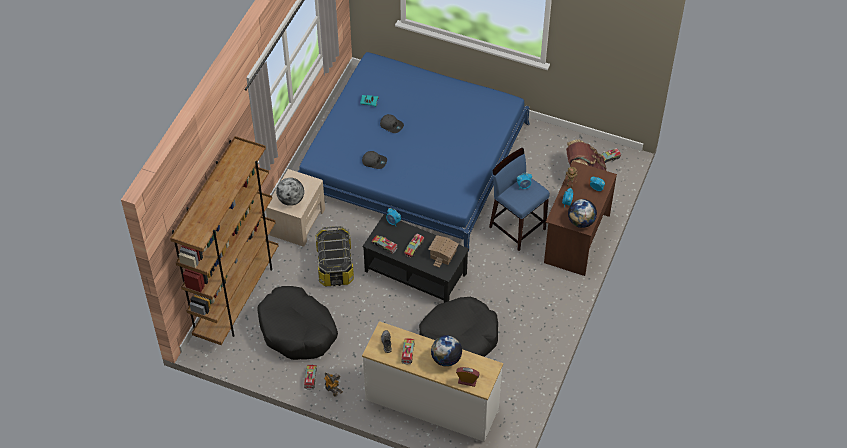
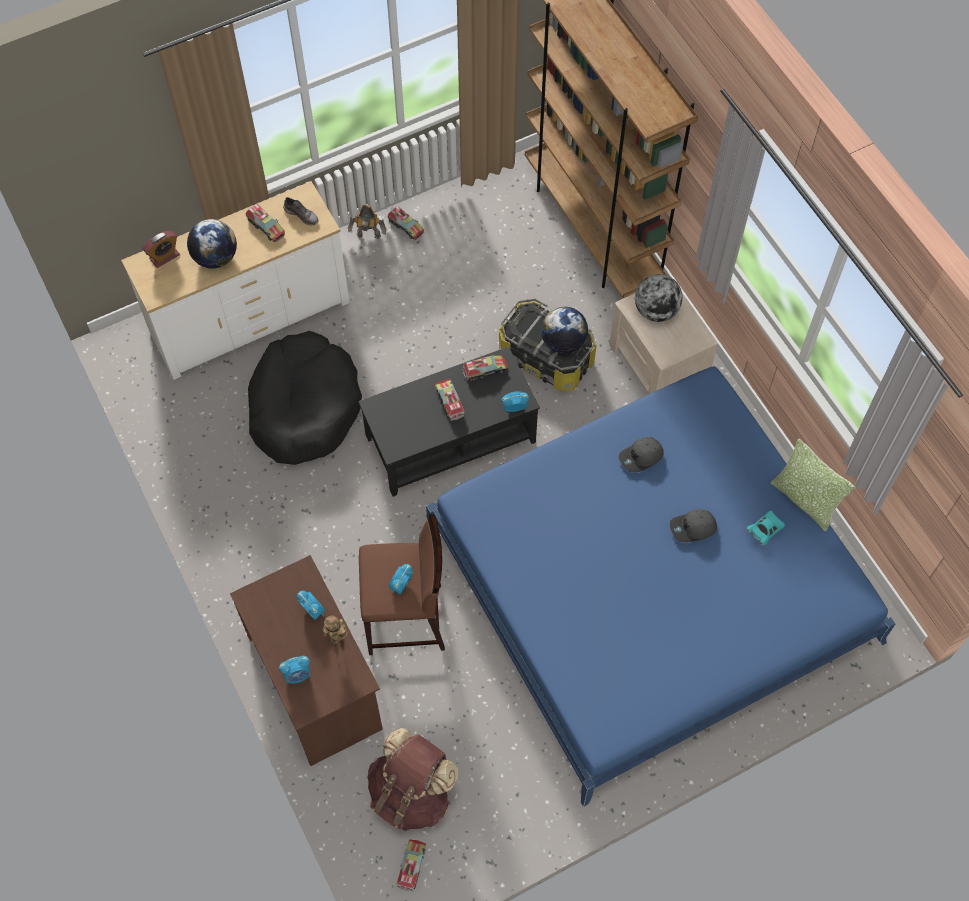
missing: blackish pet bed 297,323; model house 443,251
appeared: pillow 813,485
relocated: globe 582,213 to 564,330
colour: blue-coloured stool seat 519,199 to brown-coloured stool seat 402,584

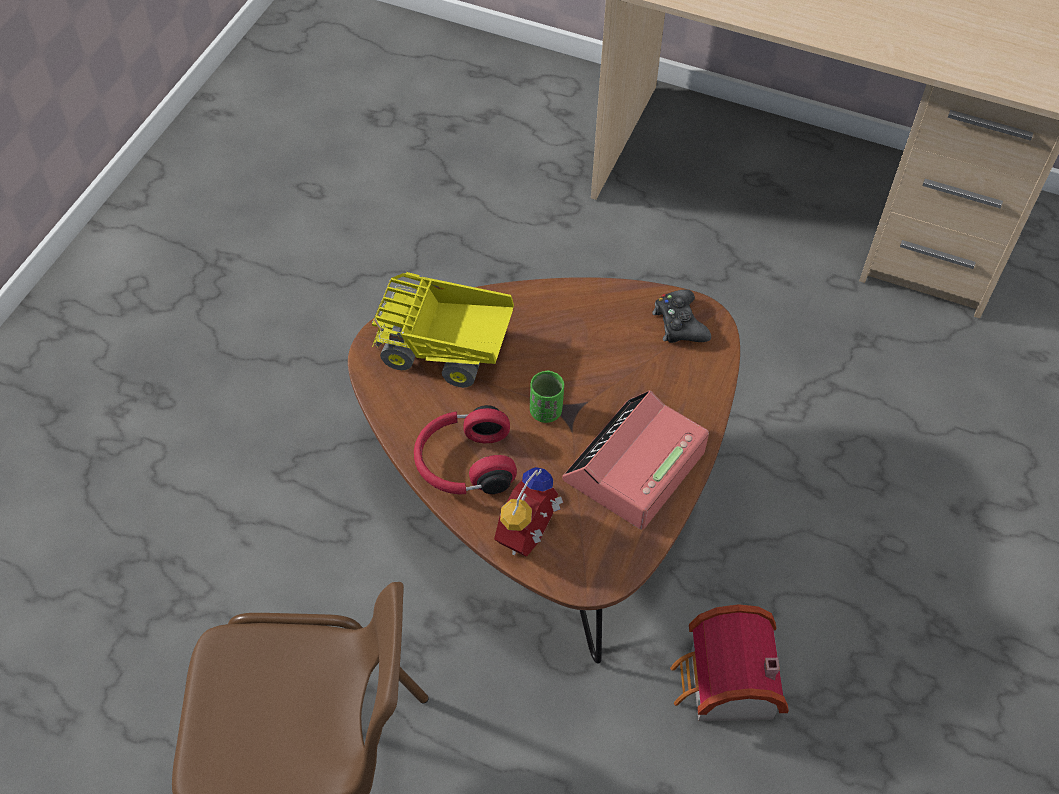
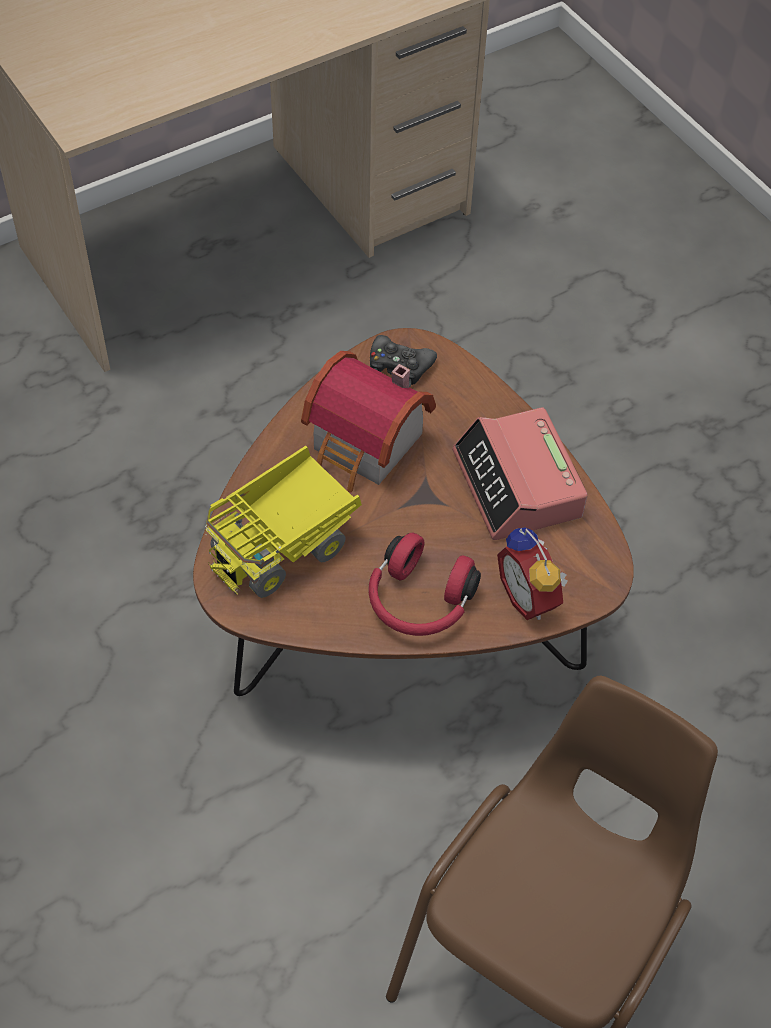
missing: green small cup 547,396
relocated: model house 729,662 to 368,421

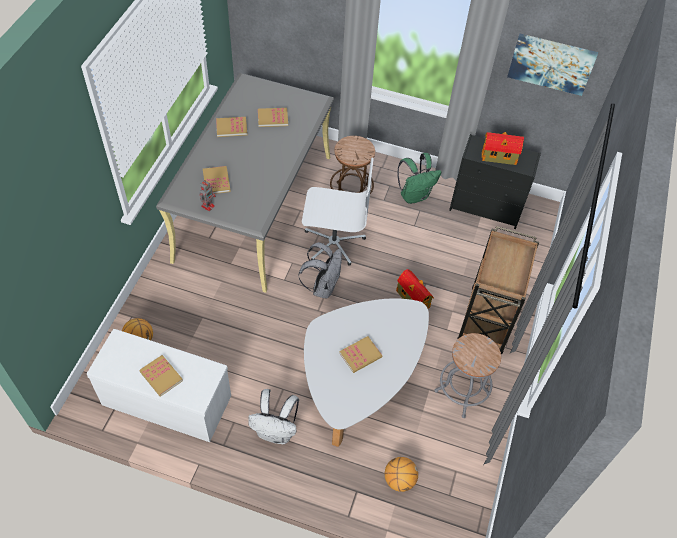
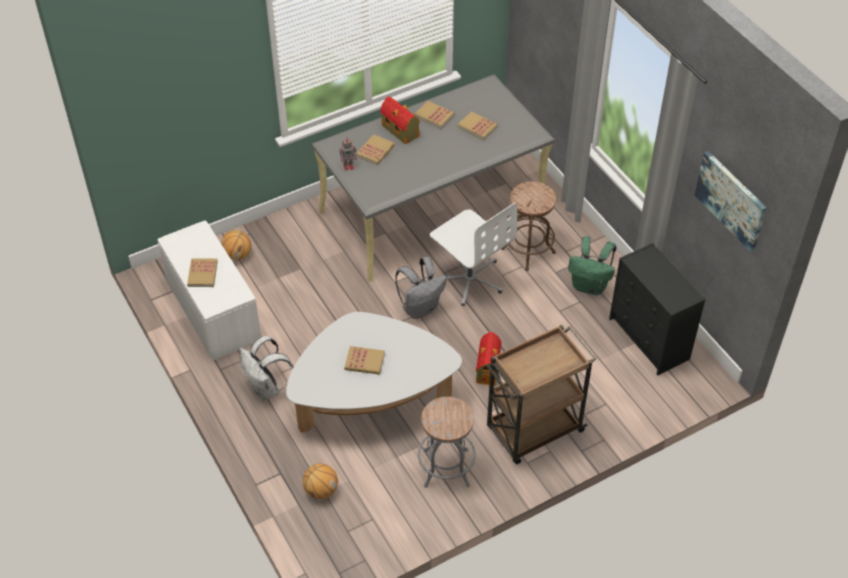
relocated: model house 503,148 to 400,120

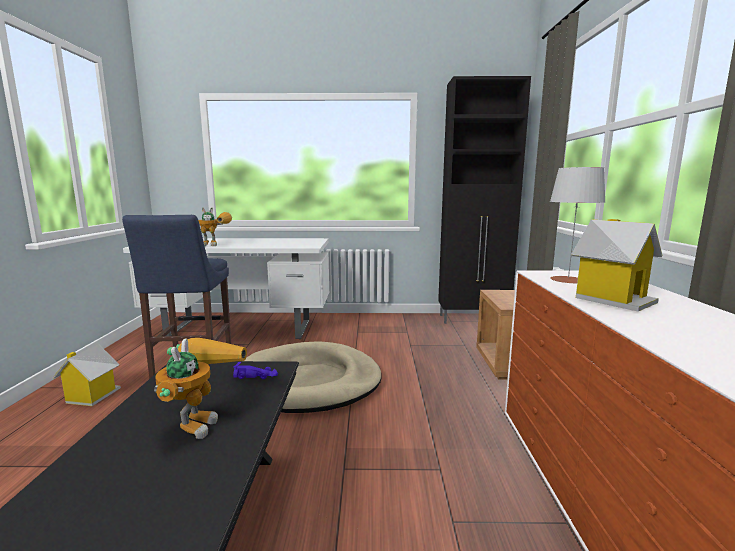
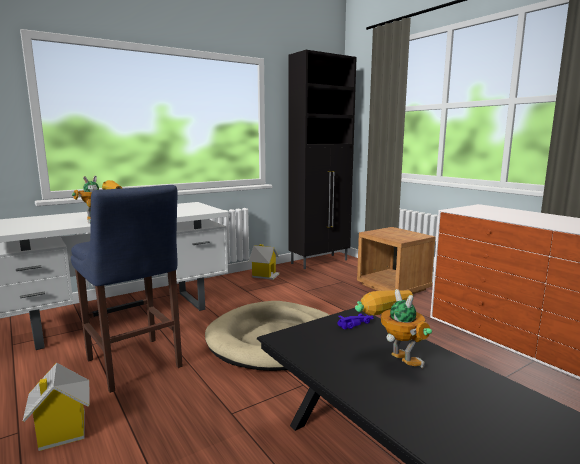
missing: grey lamp for a table 578,225
relocated: model house 616,265 to 264,262

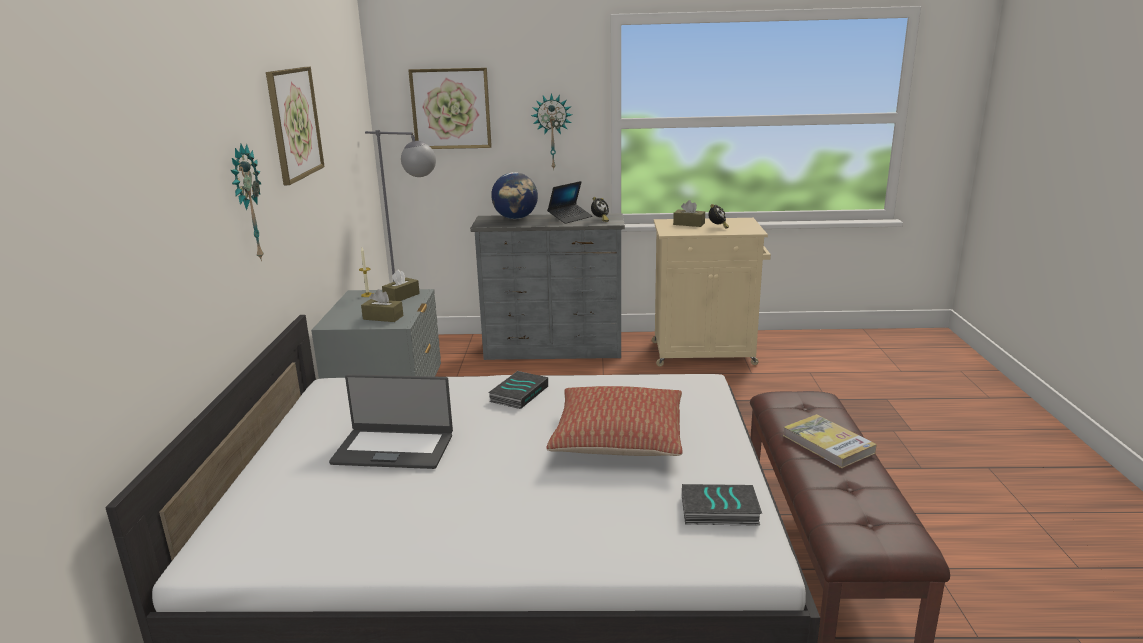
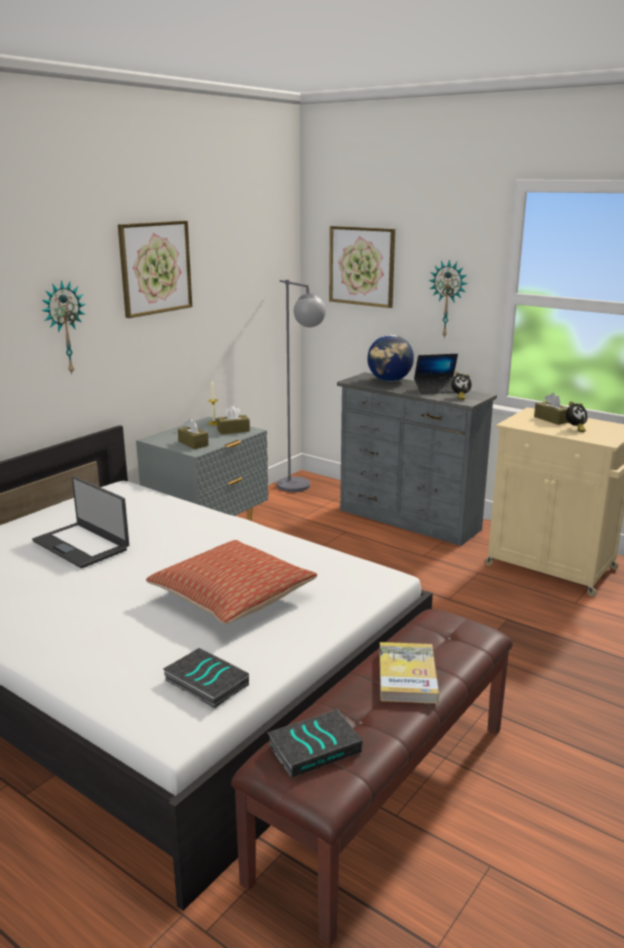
relocated: volume 518,390 to 315,743

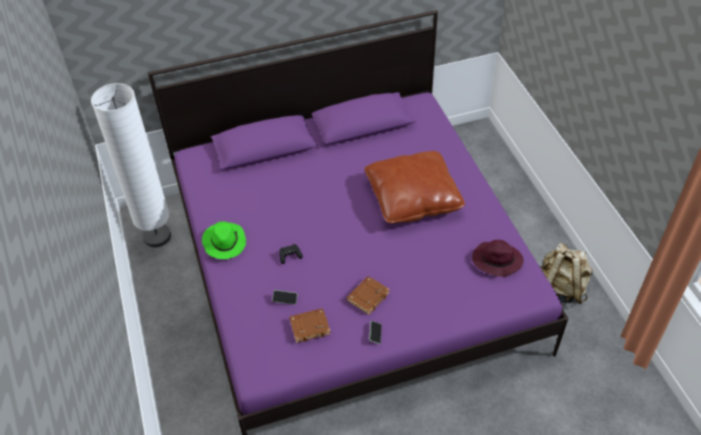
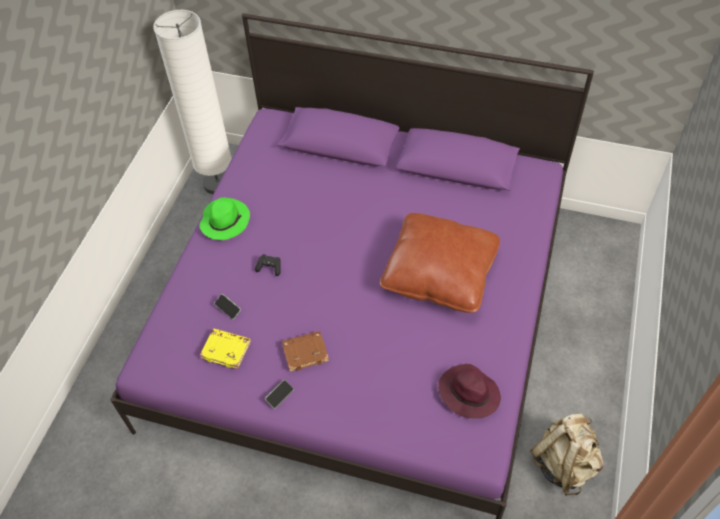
colour: brown-coloured volume 310,325 to yellowish volume 225,349

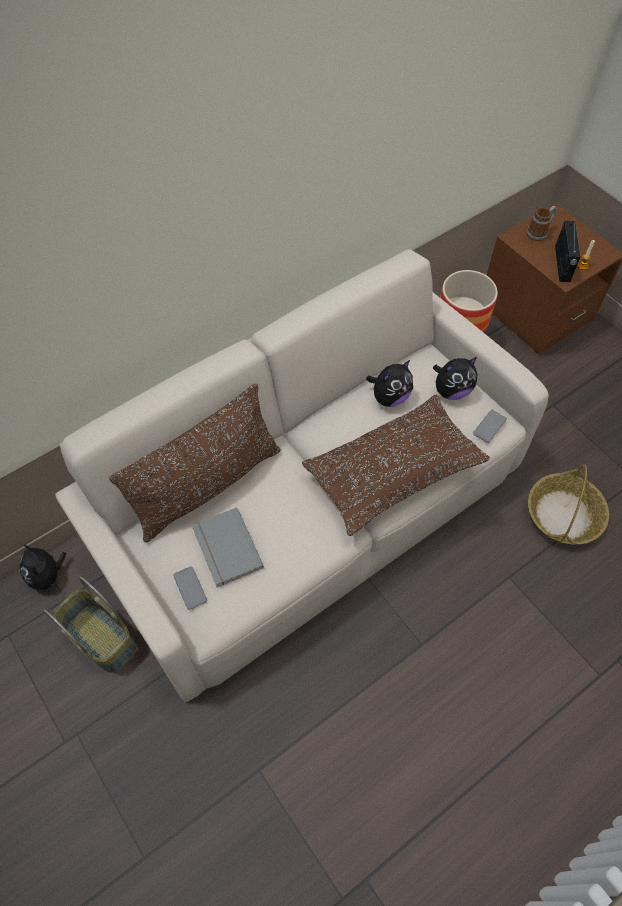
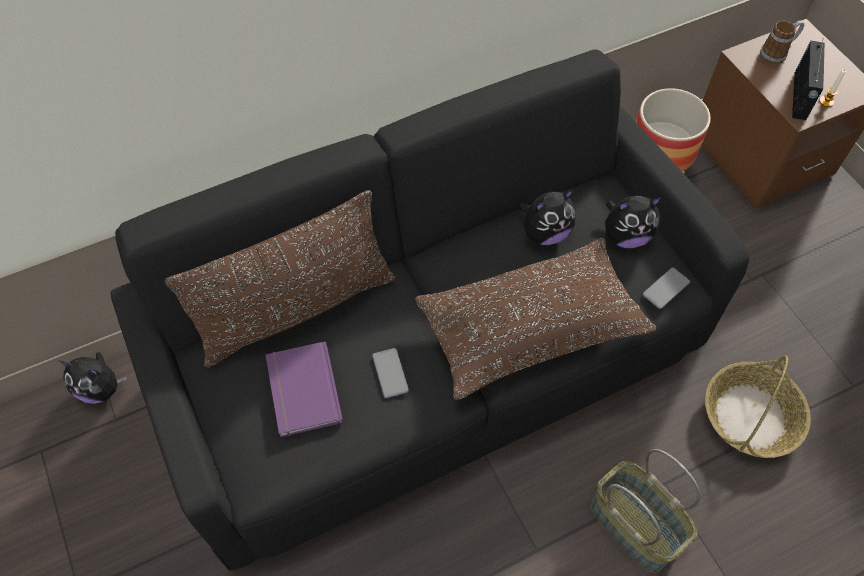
relocated: storage basket 90,625 to 646,511; telephone 190,588 to 390,373
colour: sand-coloured sofa 302,476 to blackish sofa 430,310; grey volume 228,547 to purplish volume 304,389
spun: soft toy 42,567 = 93,378 60 degrees counterclockwise

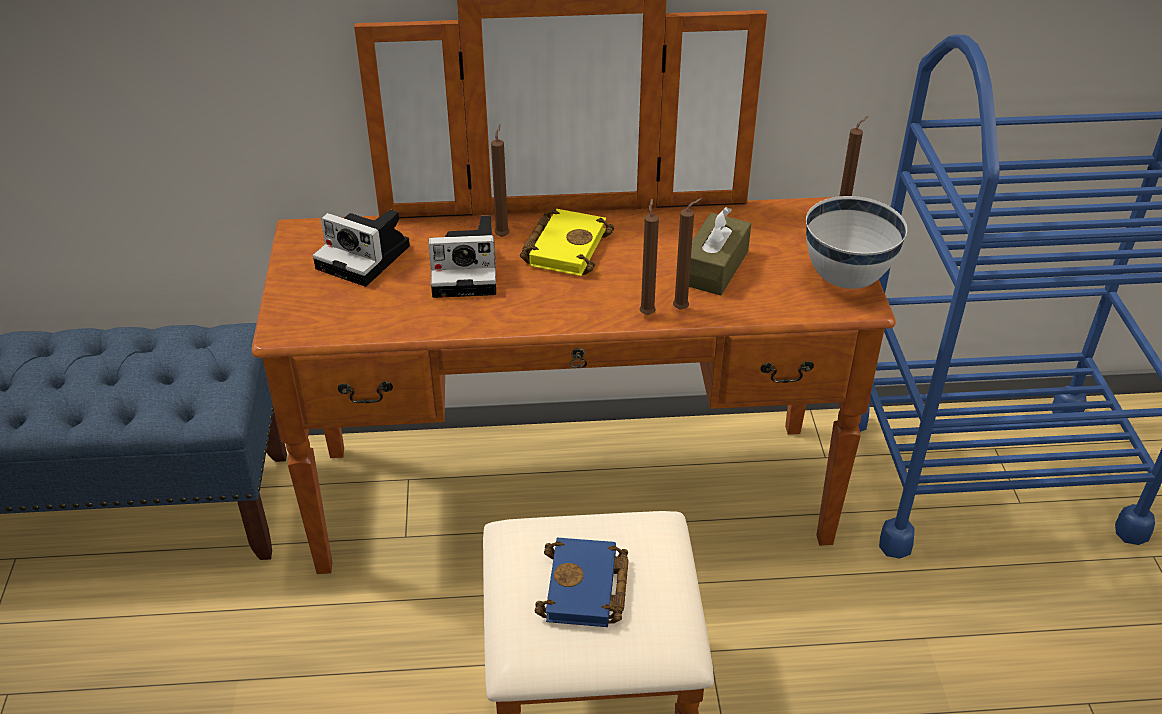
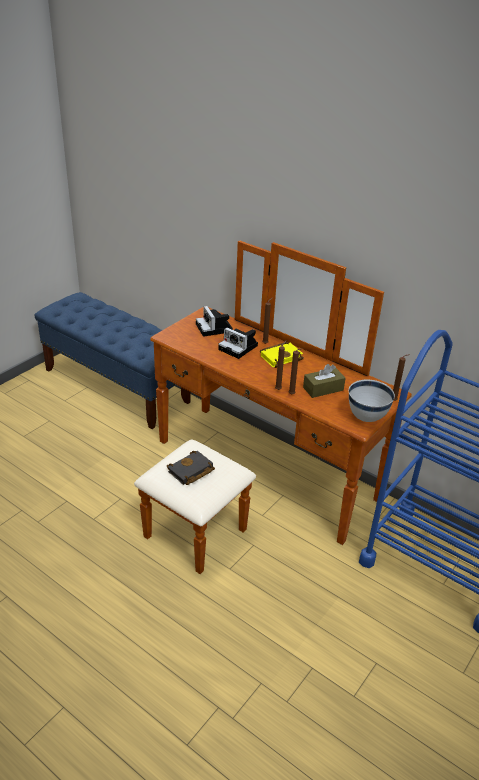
colour: blue-coloured volume 582,582 to blackish volume 191,468

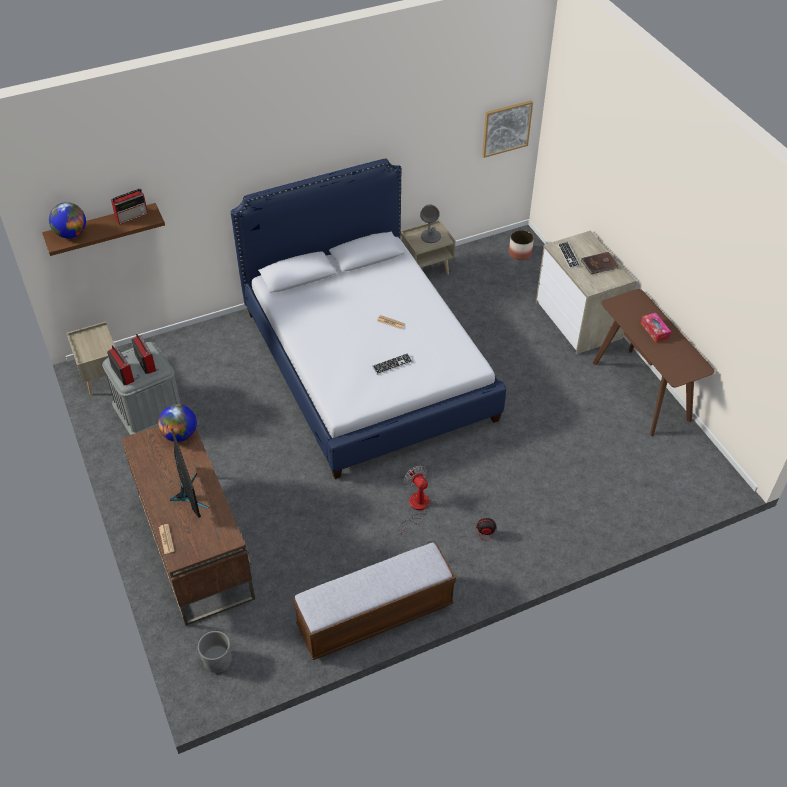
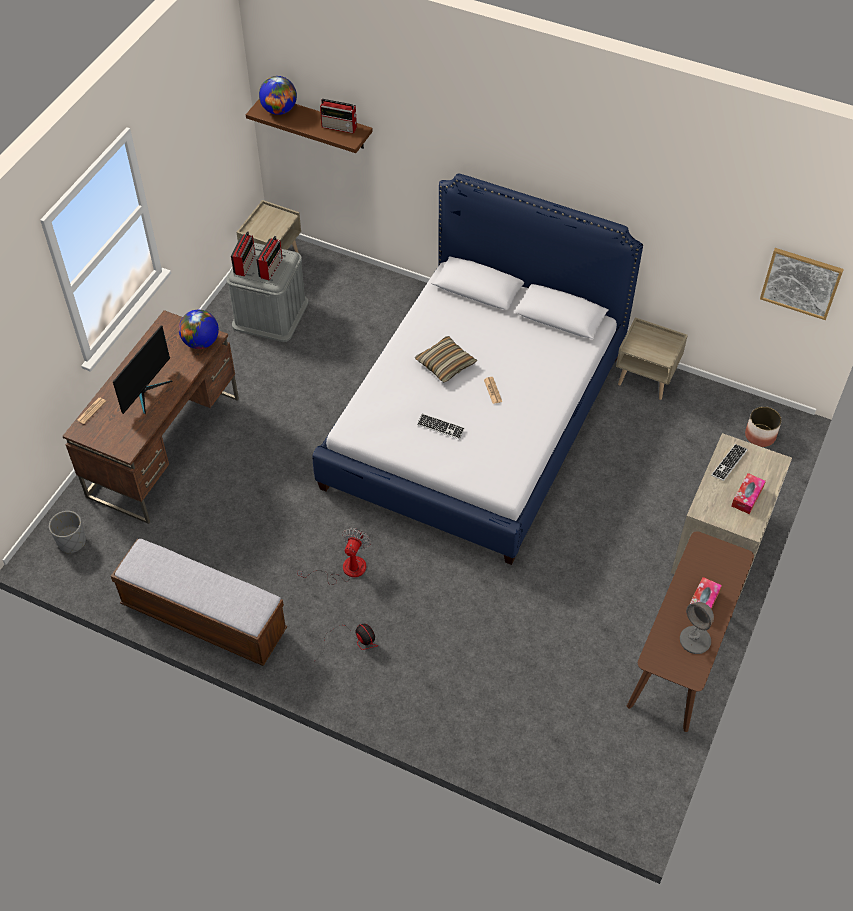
appeared: pillow 446,359
relocated: grey lamp for a table 430,224 to 697,628
exchanged: brown-coloured volume 600,263 to box of tissues 748,493

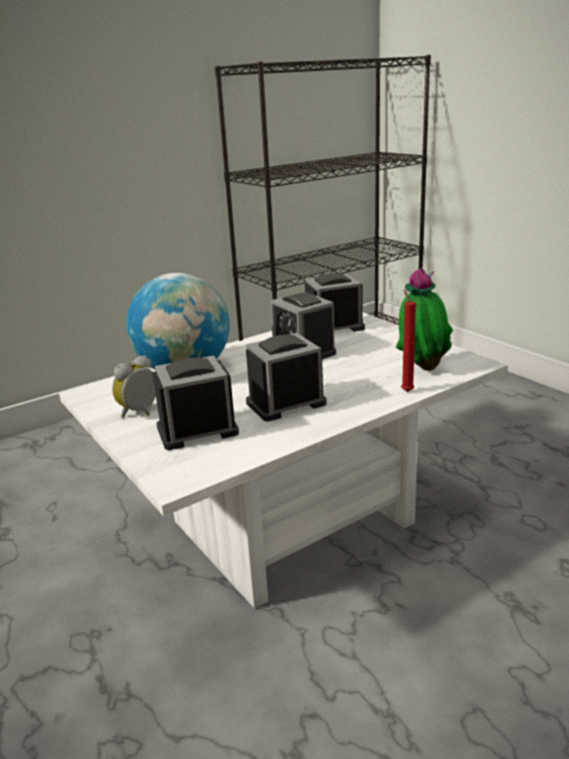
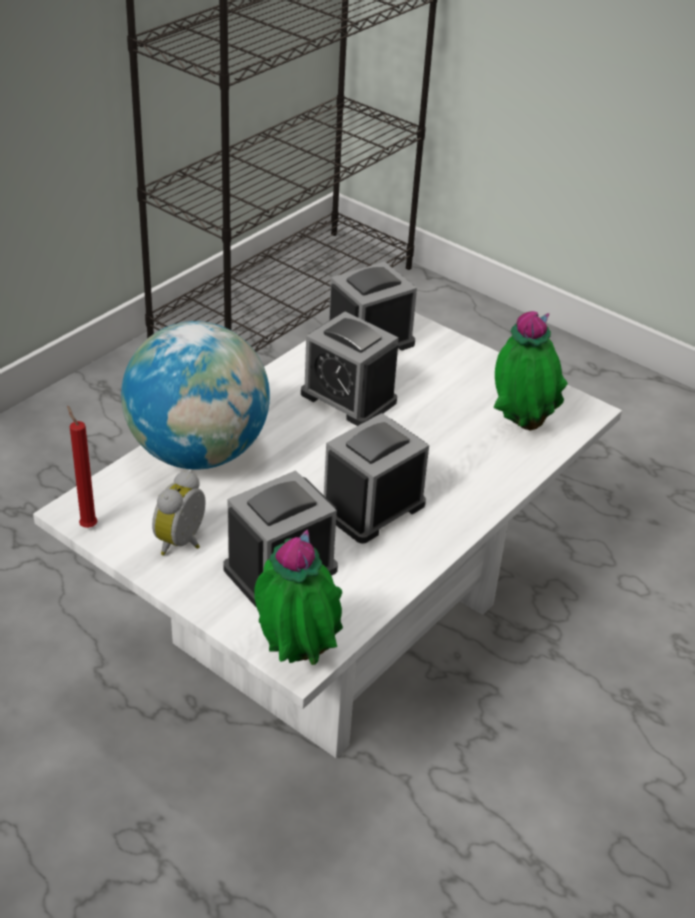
appeared: plant in a pot 298,597
relocated: red-coloured candle 408,341 to 82,466

